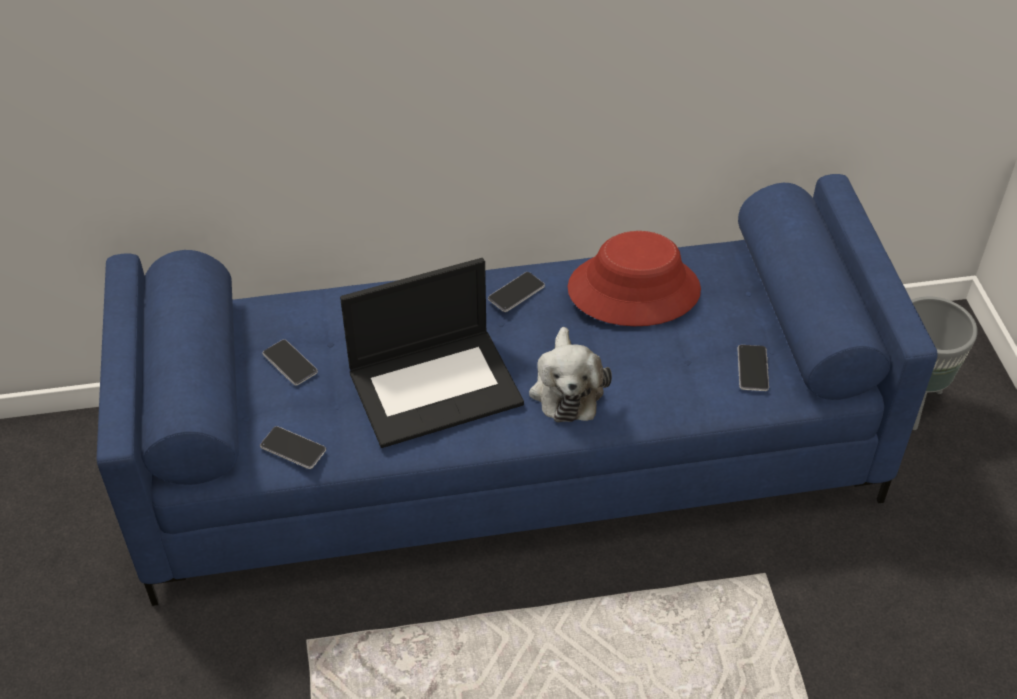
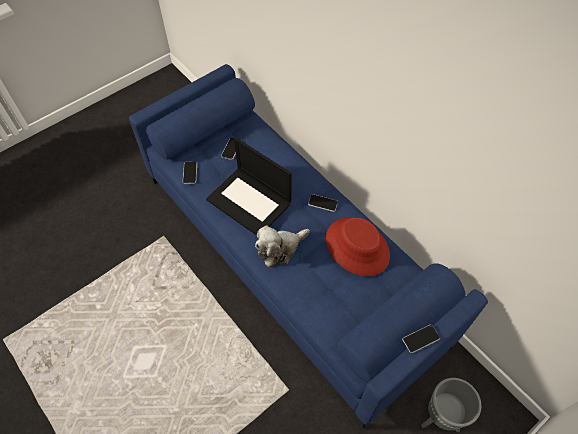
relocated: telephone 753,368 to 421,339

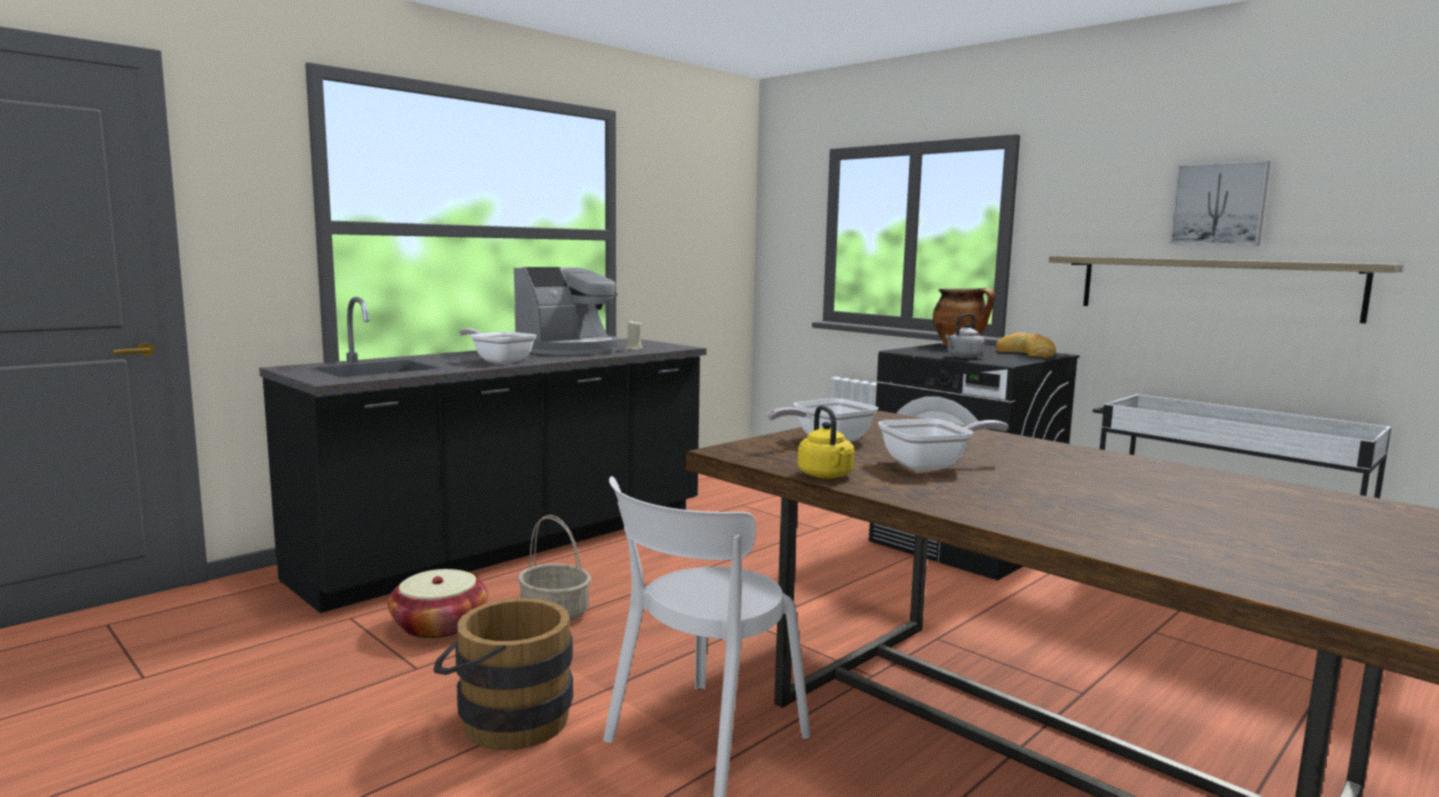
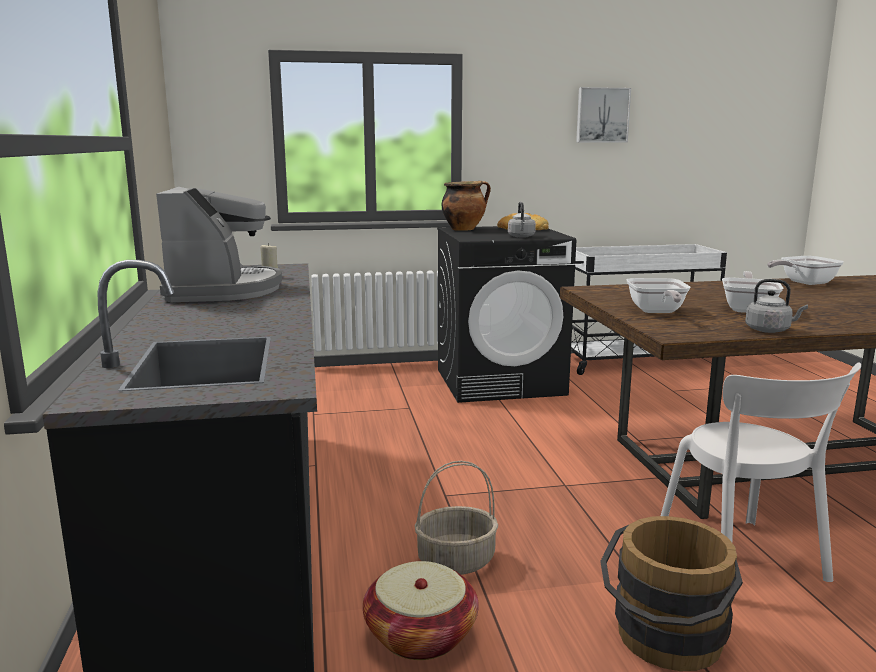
missing: wall shelf 1226,290
relocated: frying pan 498,346 to 805,270
colour: yellowish kettle 826,441 to grey kettle 776,306

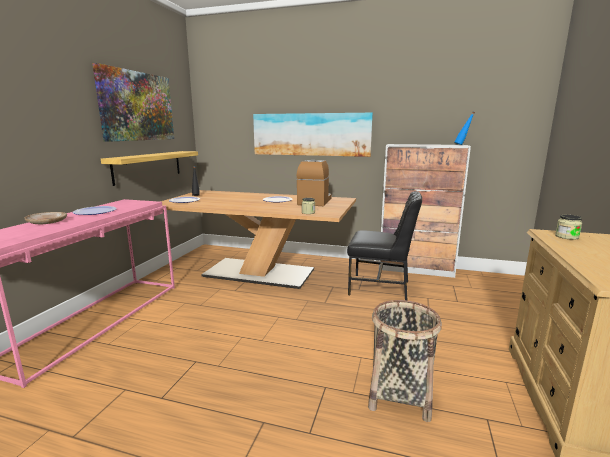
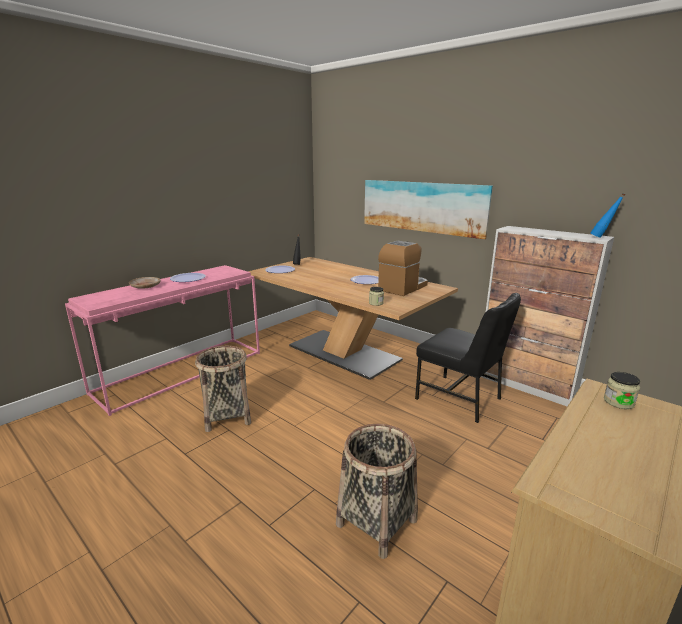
missing: wall picture 133,102; wall shelf 149,168
appeared: storage basket 223,389

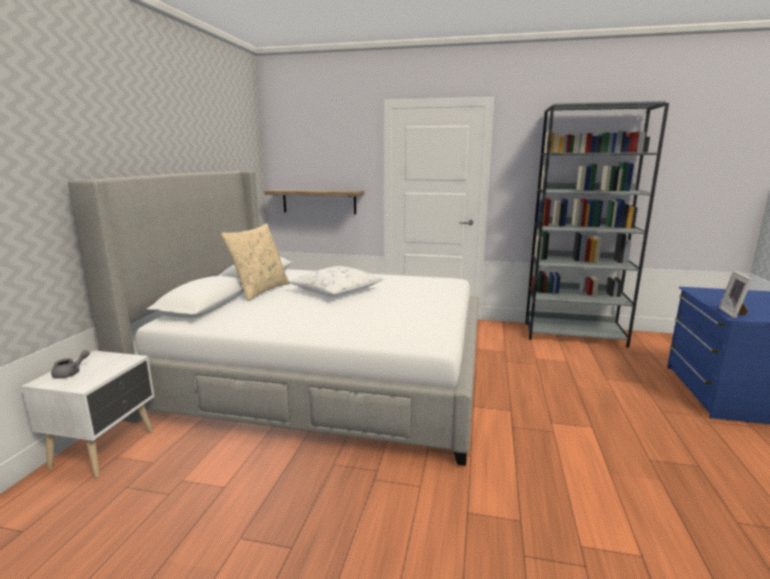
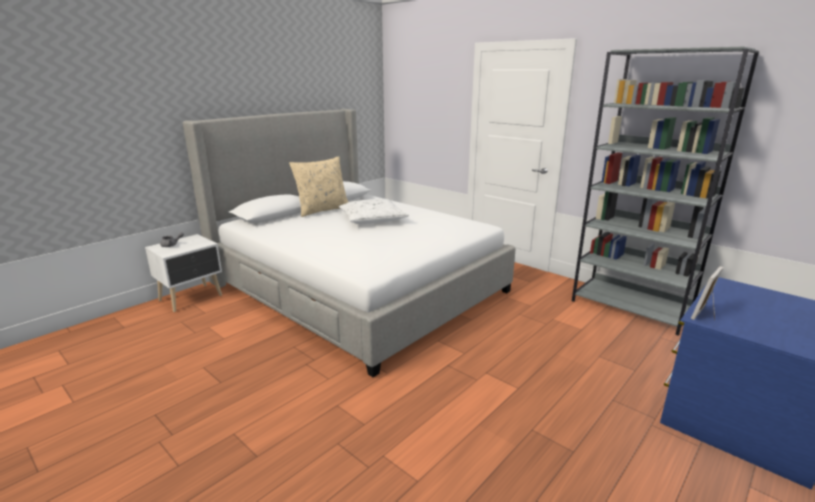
missing: wall shelf 314,201

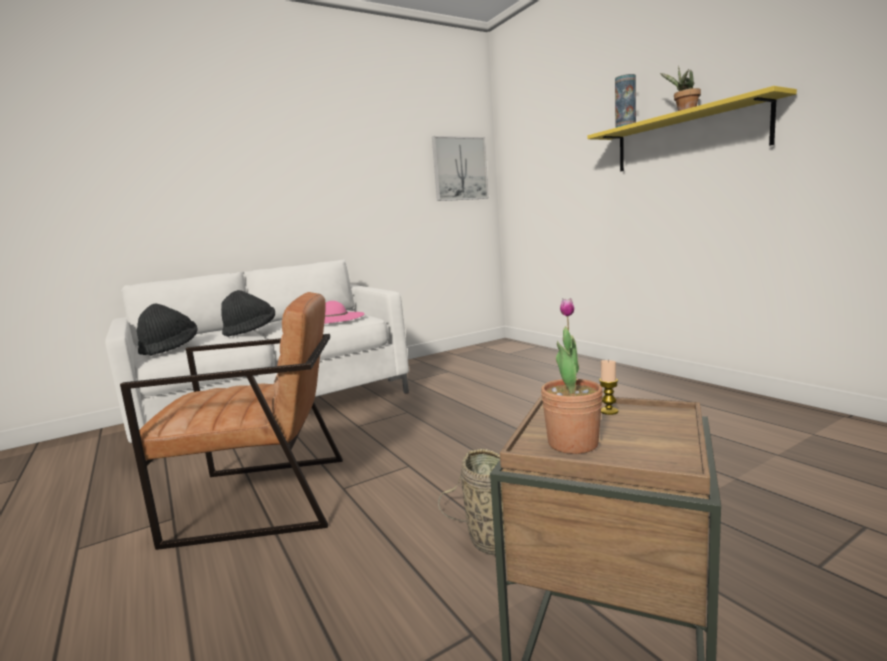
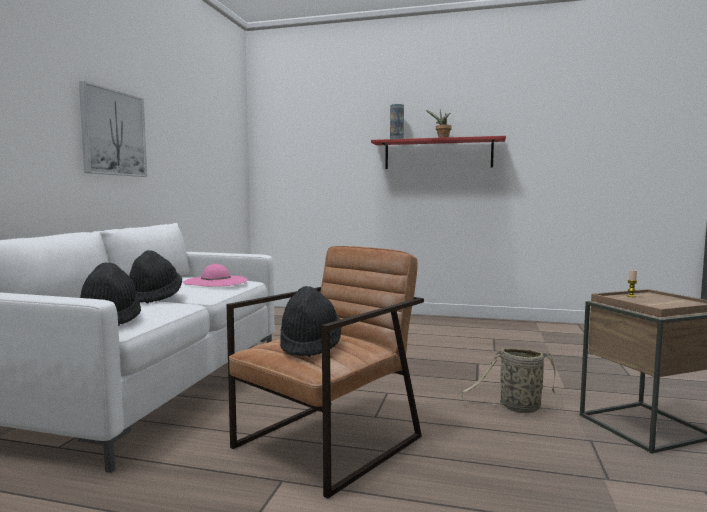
missing: plant in a pot 572,376
appeared: blackish hat 310,321
relocated: wall picture 460,168 to 113,129
colour: yellowish wall shelf 692,128 to red-coloured wall shelf 438,152

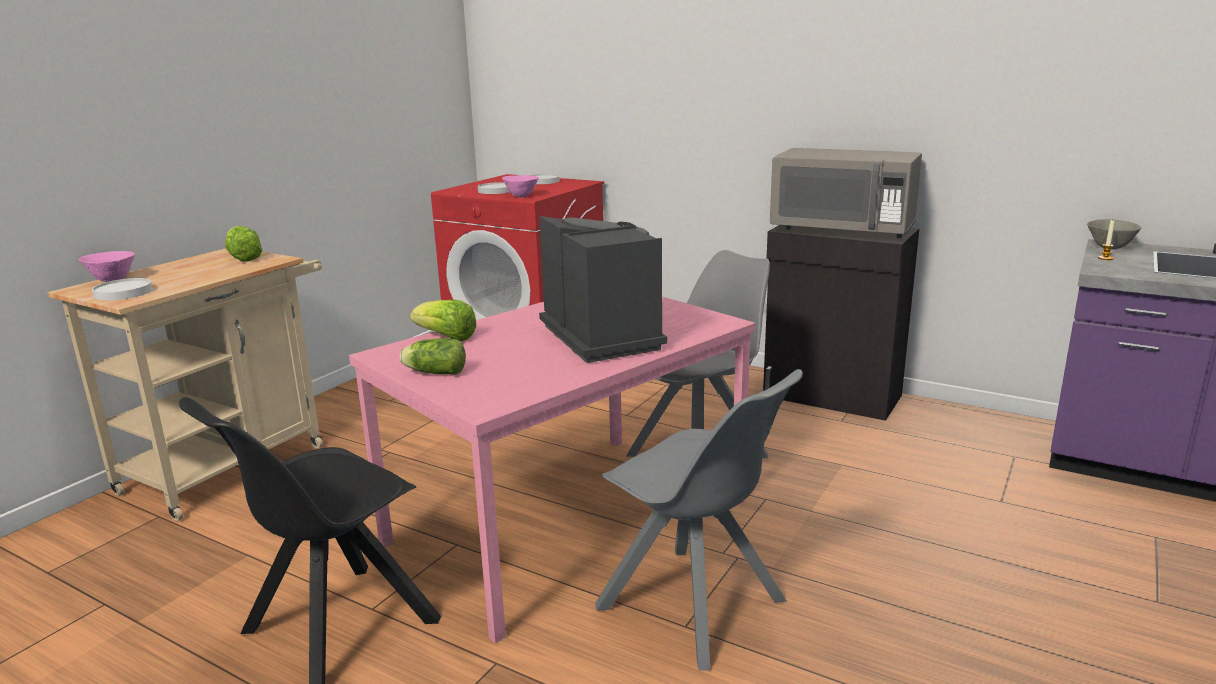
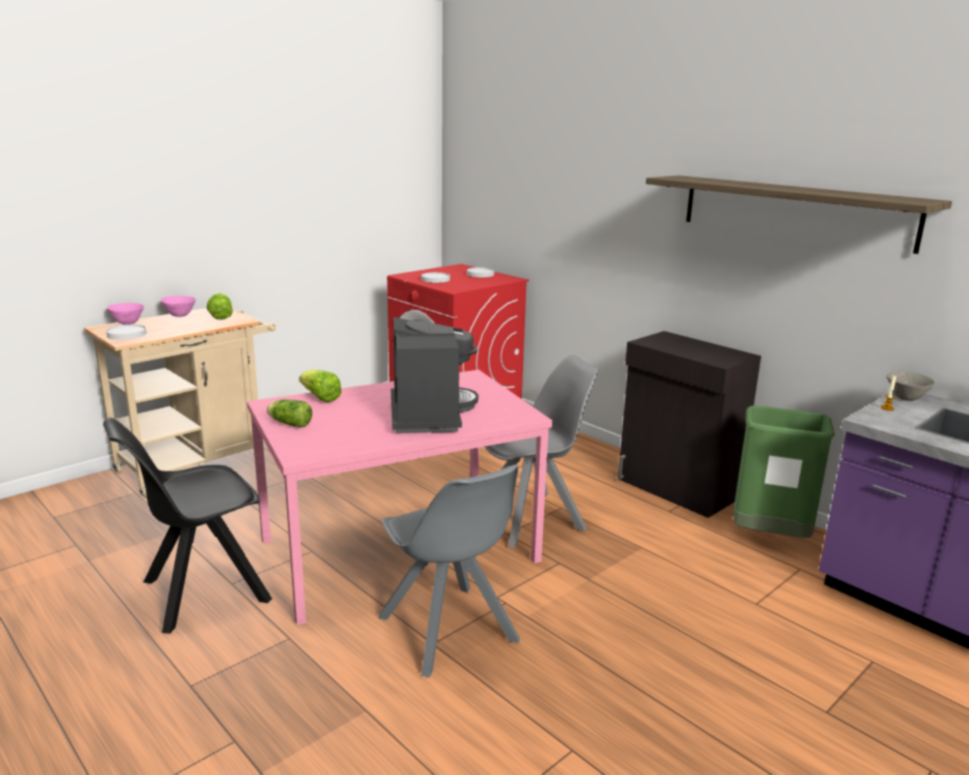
missing: grey microwave oven 846,193
appeared: wall shelf 799,214; green rubbish bin 784,472
relocated: pinkish deep dish 520,186 to 178,306

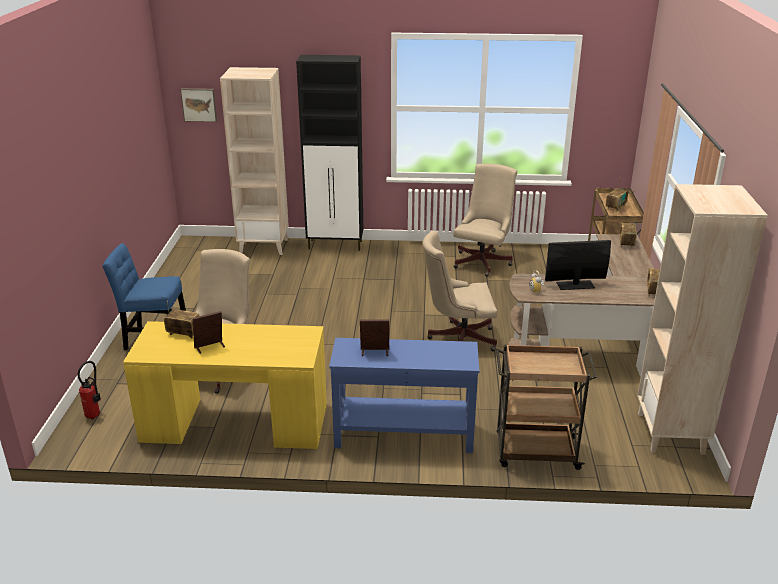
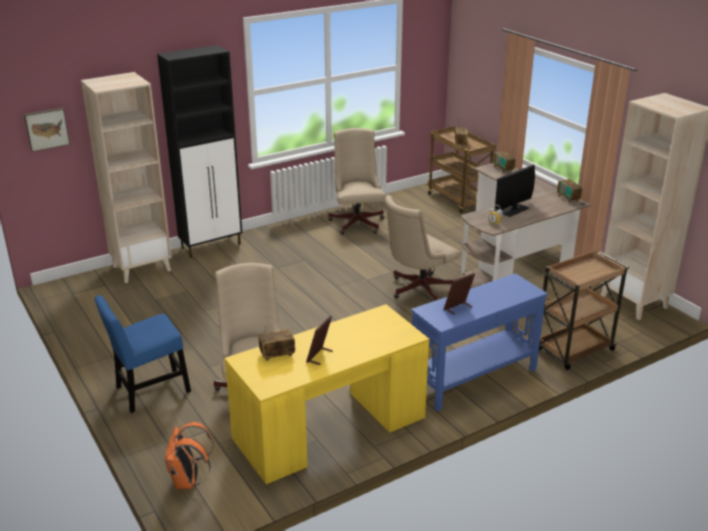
exchanged: fire extinguisher 89,390 to orange knapsack 189,455

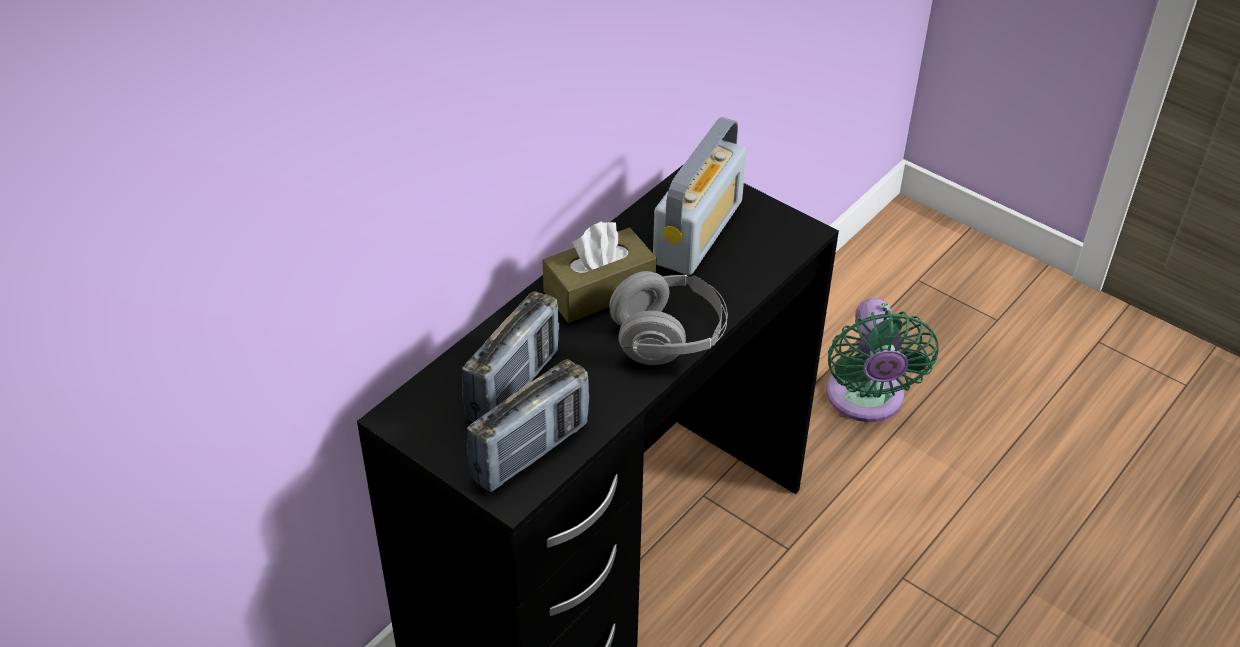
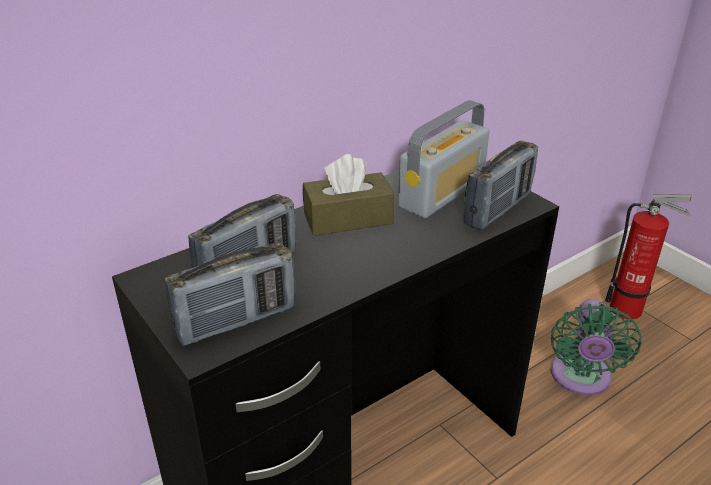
missing: grey headphones 668,318
appeared: radio set 500,185; fire extinguisher 648,256

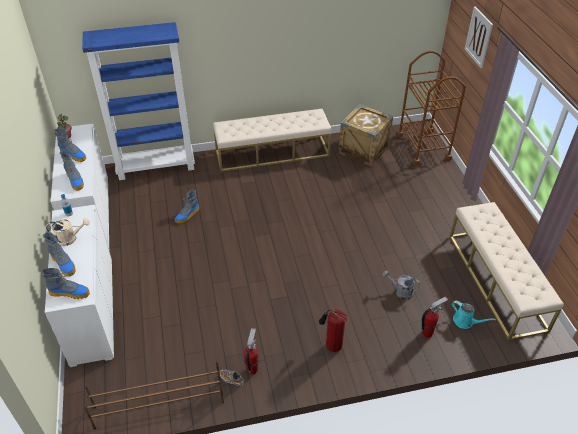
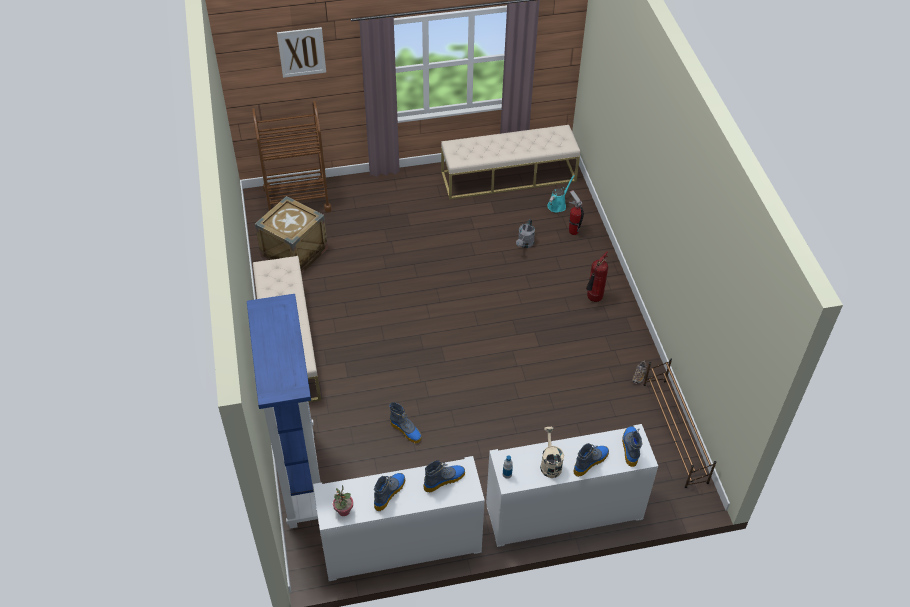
missing: fire extinguisher 251,351

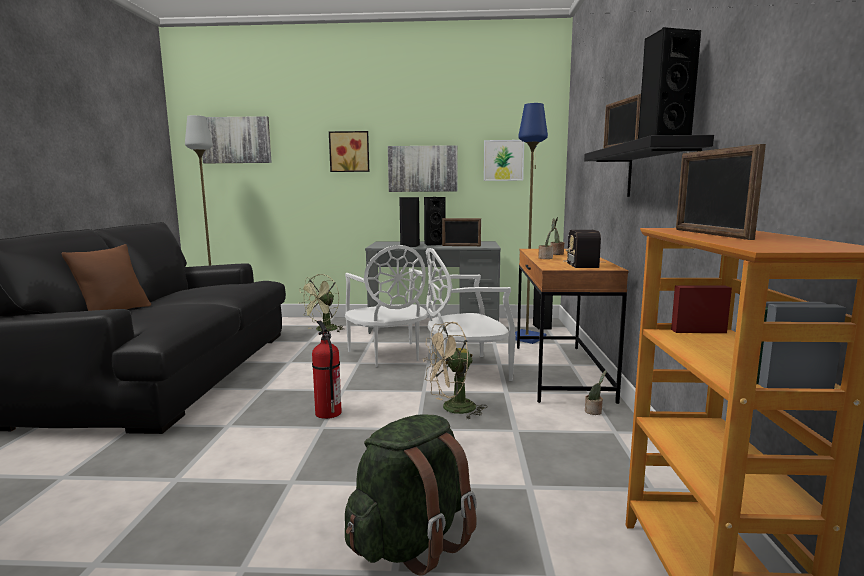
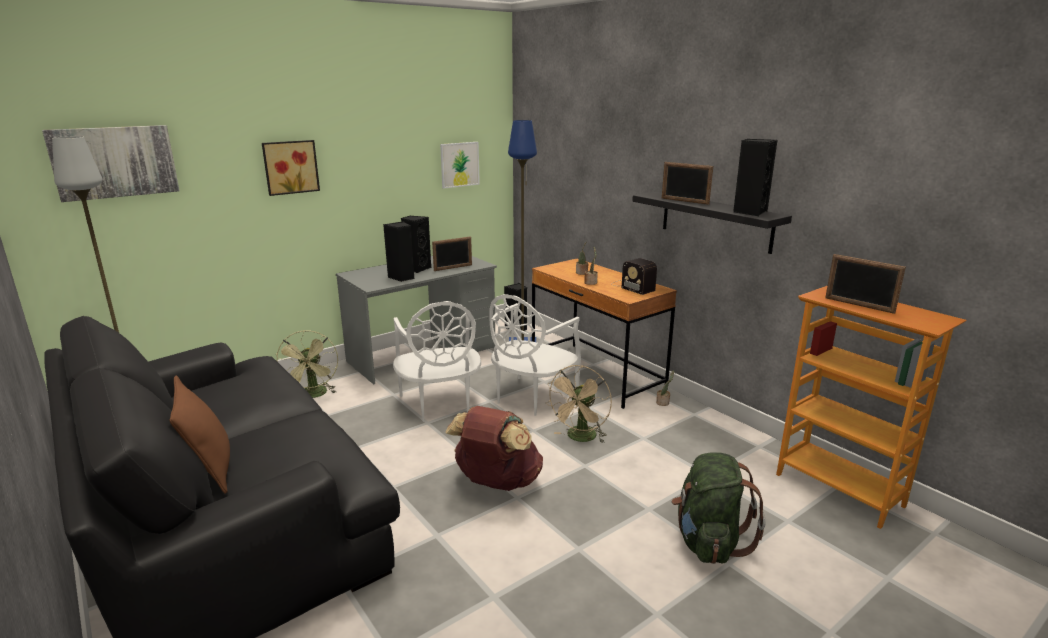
missing: wall picture 423,168
exchanged: fire extinguisher 327,370 to brown-coloured knapsack 494,448
spun: white-coloured chair 386,306 = 437,361 45 degrees clockwise

